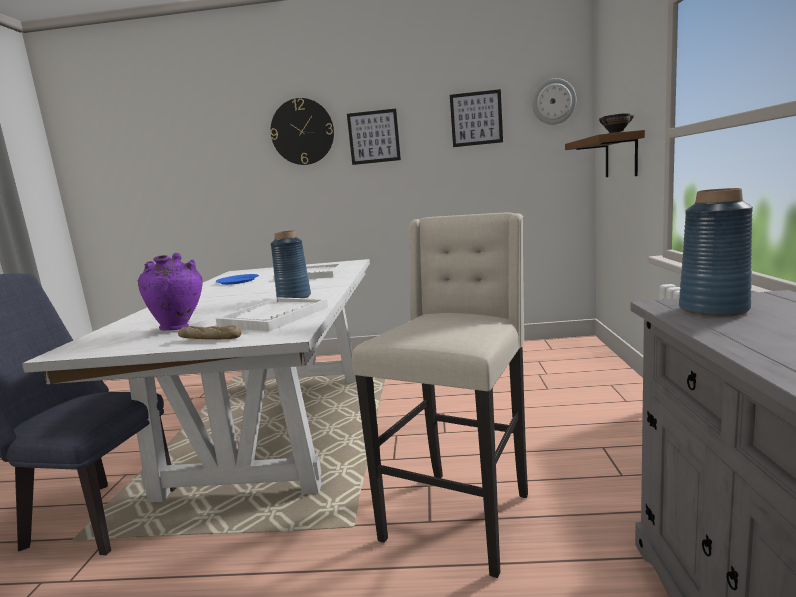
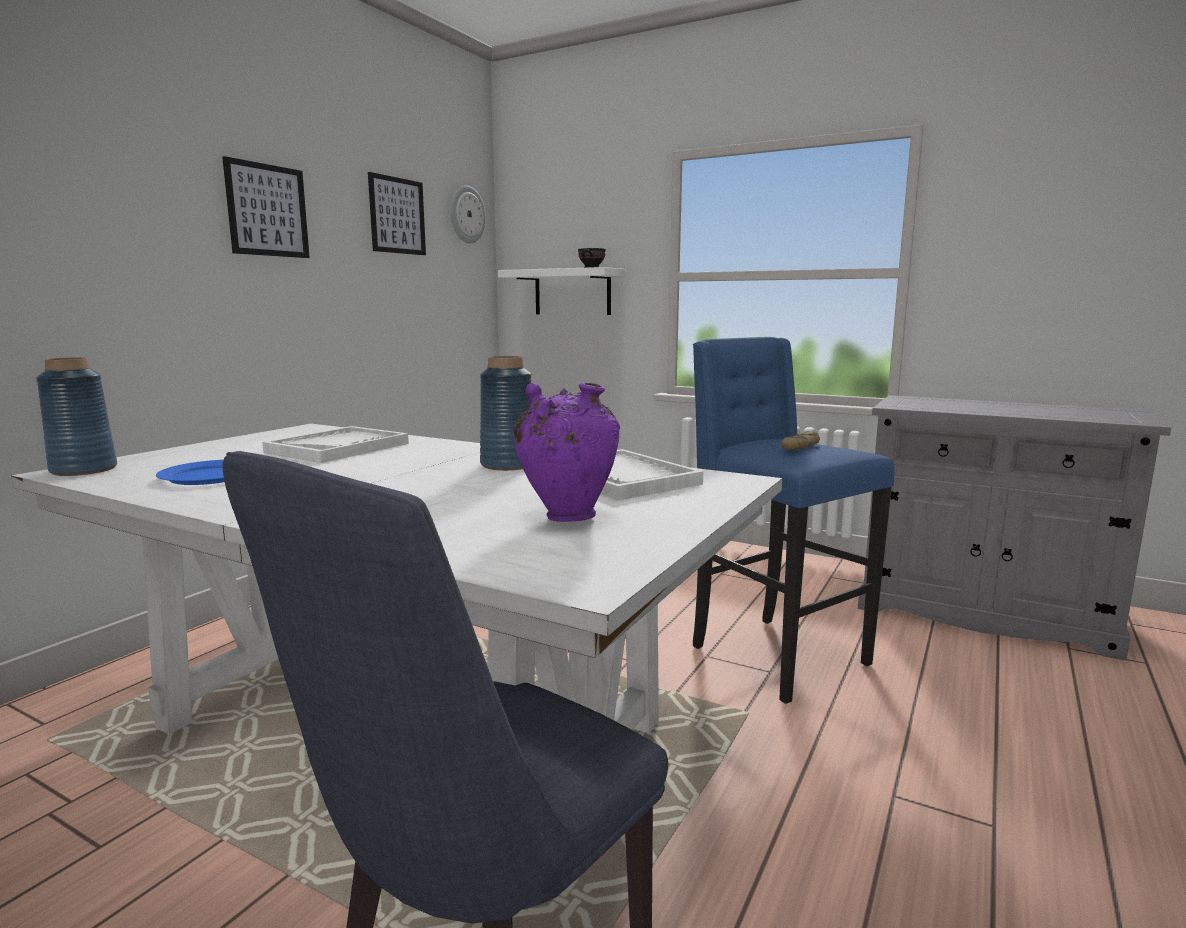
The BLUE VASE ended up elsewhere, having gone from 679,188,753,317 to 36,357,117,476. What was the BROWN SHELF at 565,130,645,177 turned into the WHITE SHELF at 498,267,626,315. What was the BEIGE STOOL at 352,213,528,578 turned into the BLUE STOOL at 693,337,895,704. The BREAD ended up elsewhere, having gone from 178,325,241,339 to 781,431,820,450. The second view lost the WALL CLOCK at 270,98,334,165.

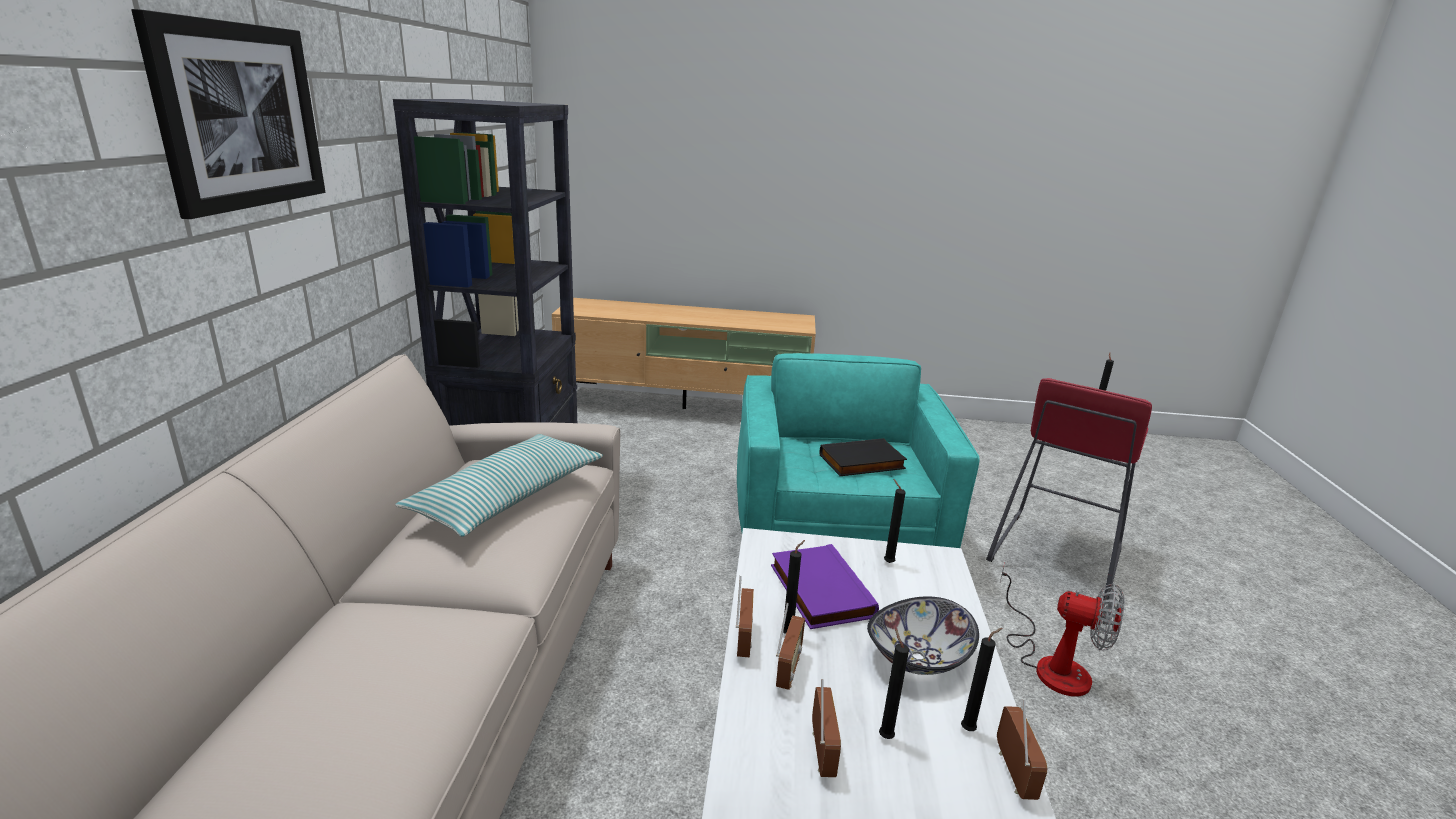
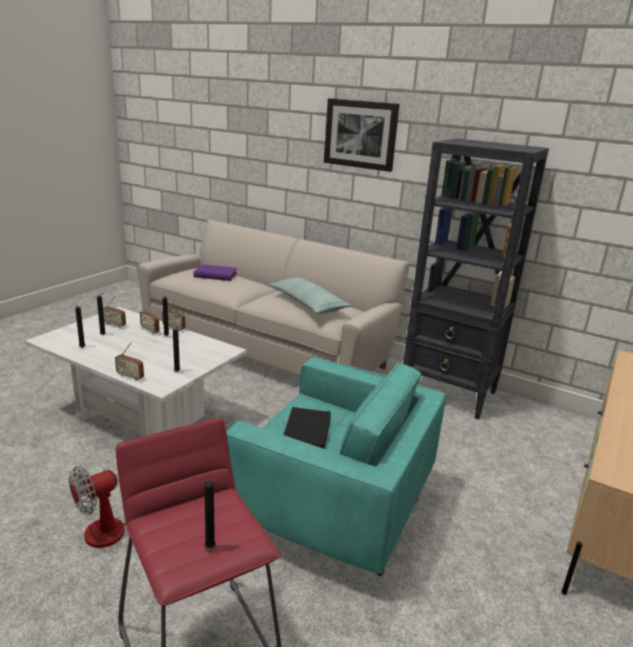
The RADIO ended up elsewhere, having gone from 997,700,1047,800 to 115,342,144,381. The PURPLE BOOK ended up elsewhere, having gone from 771,544,879,629 to 193,264,237,281. The second view lost the BOWL at 867,596,979,675.

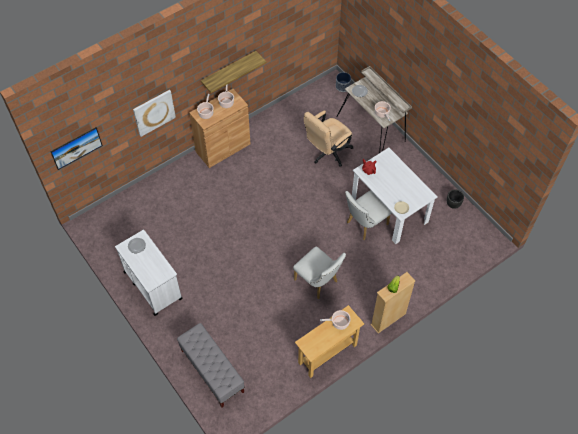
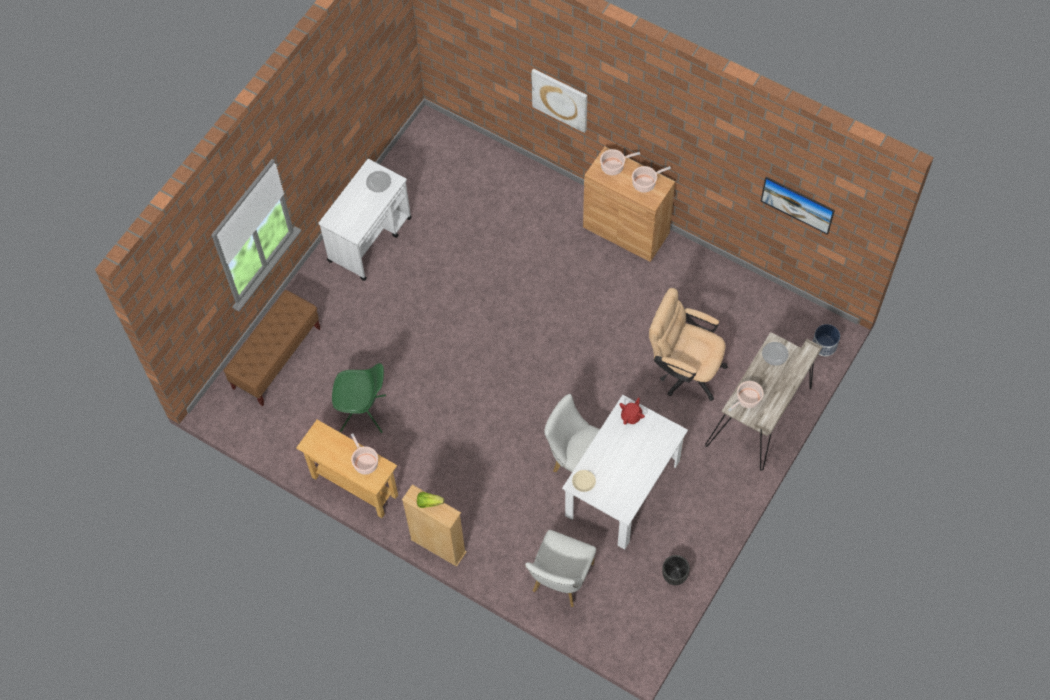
What was the GREY BENCH at 177,323,245,408 turned into the BROWN BENCH at 224,290,321,406. The second view gained the GREEN CHAIR at 332,363,386,433. The WHITE CHAIR ended up elsewhere, having gone from 293,246,346,299 to 525,530,596,607. The PICTURE ended up elsewhere, having gone from 51,127,103,170 to 761,177,835,235. The second view lost the SHELF at 201,51,266,93.

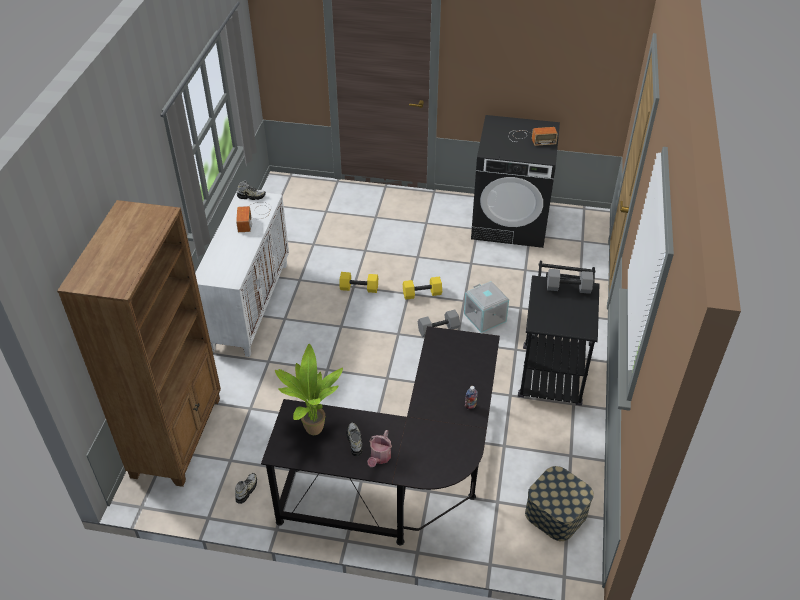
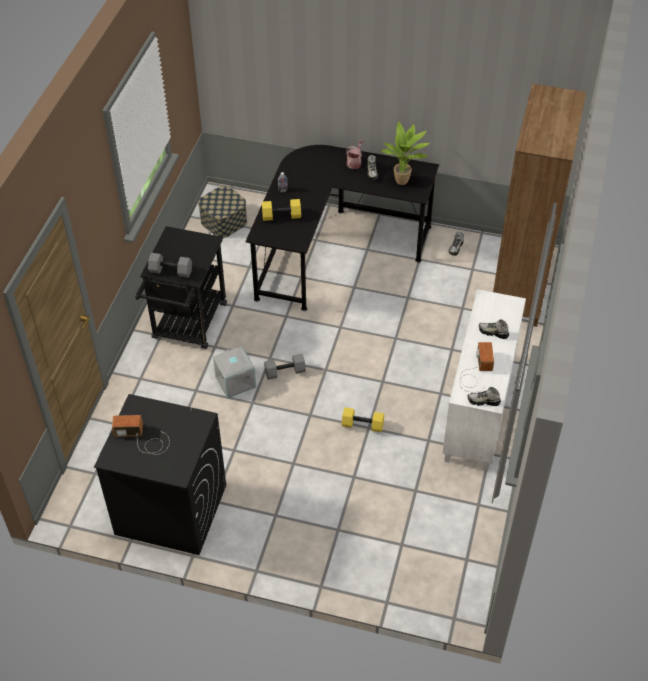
The YELLOW DUMBBELL ended up elsewhere, having gone from 403,276,442,300 to 262,199,301,221. The second view gained the SHOE at 479,319,509,339.

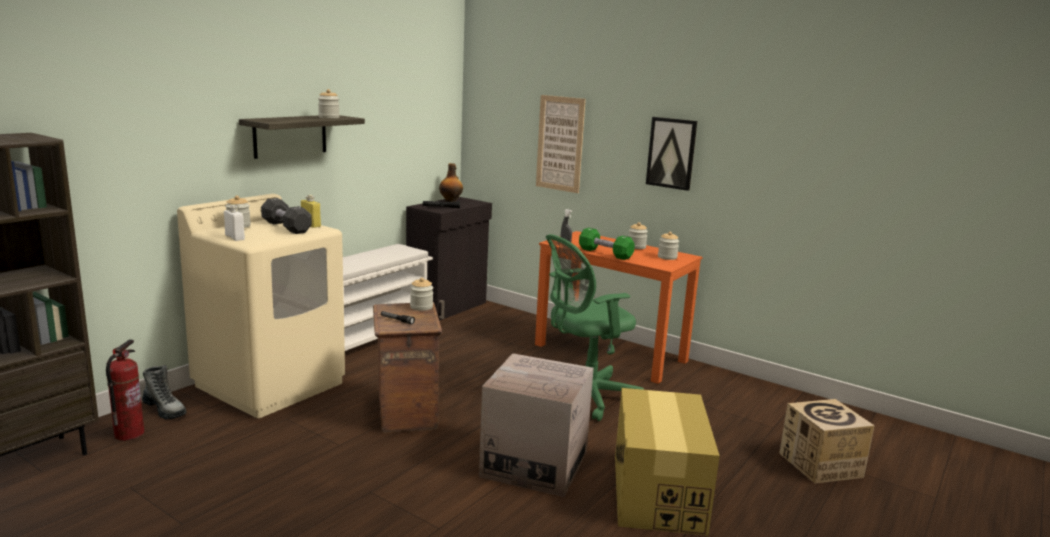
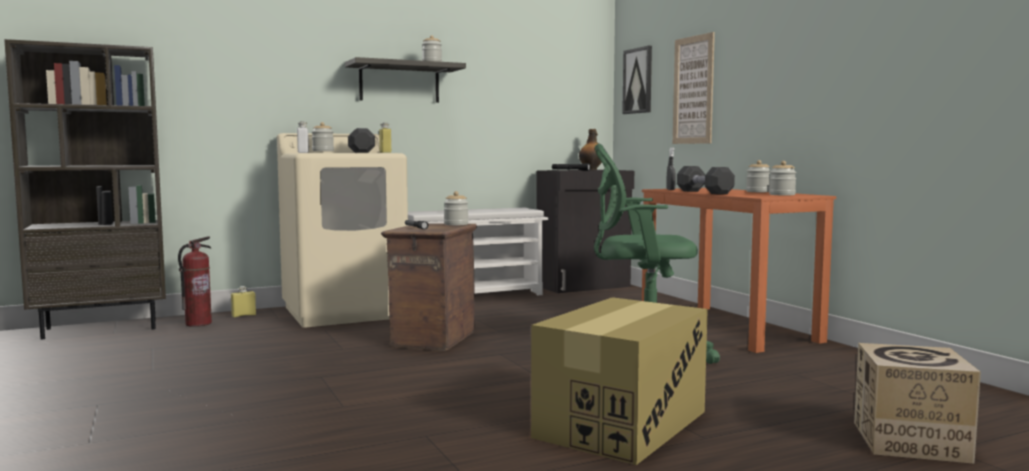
Where the BOOT stood at 142,365,187,419, the YELLOW BOTTLE came to stand at 231,286,256,318. The PICTURE ended up elsewhere, having gone from 646,117,697,191 to 622,46,652,114. What was the GREEN DUMBBELL at 579,228,635,260 turned into the BLACK DUMBBELL at 677,166,735,194. The second view lost the CARDBOARD BOX at 479,353,594,497.

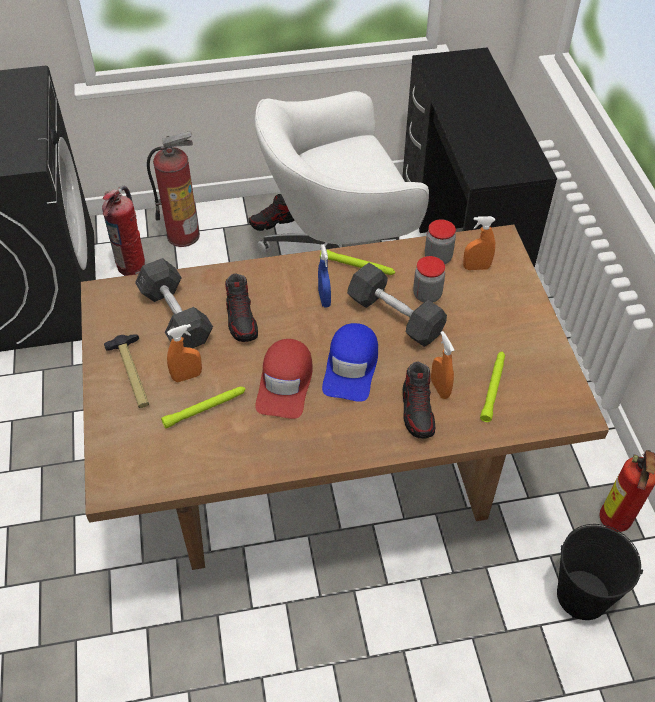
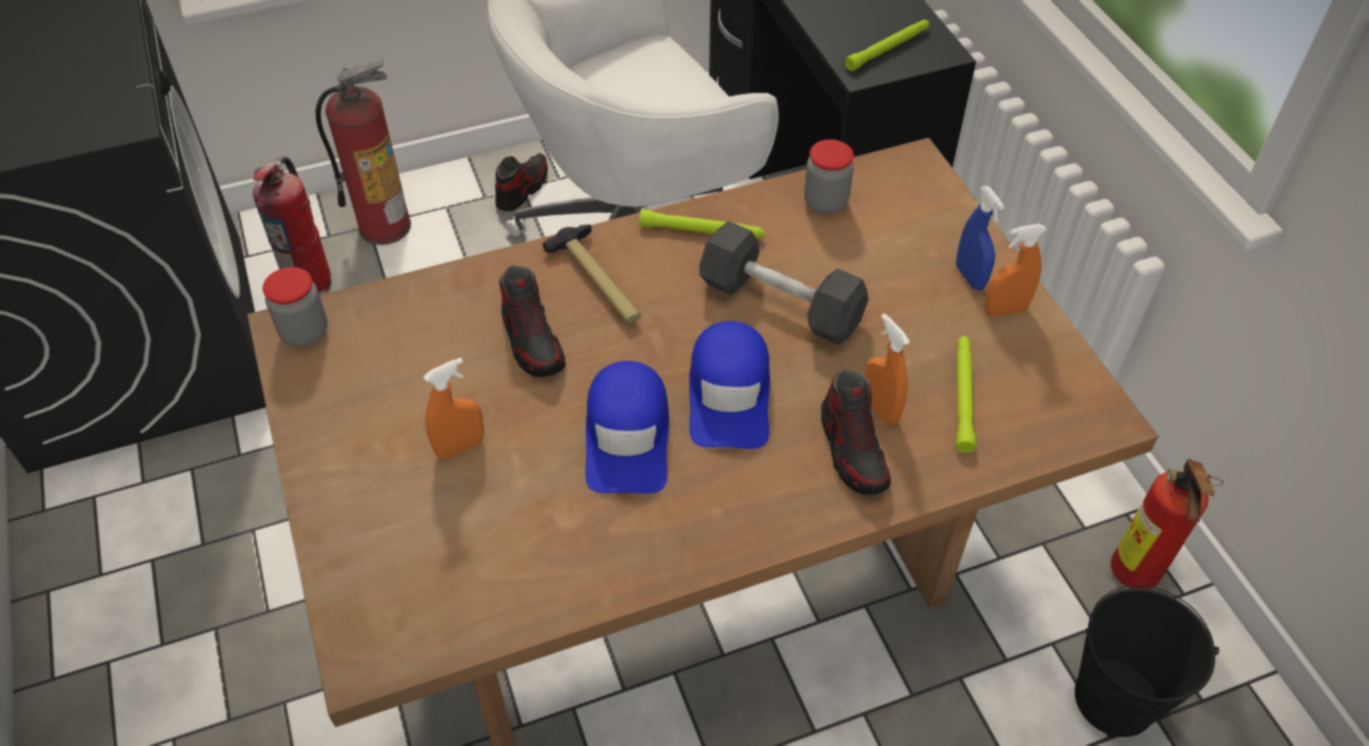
The JAR ended up elsewhere, having gone from 413,256,445,303 to 263,267,328,347. The SHOE at 248,194,294,231 ended up facing another way, 150 degrees clockwise from before. The HAMMER ended up elsewhere, having gone from 104,335,149,408 to 543,224,641,324. What was the RED CAP at 255,339,313,419 turned into the BLUE CAP at 585,361,669,494. The GREEN FLASHLIGHT ended up elsewhere, having gone from 161,387,245,428 to 845,20,929,71. The BLUE SPRAY BOTTLE ended up elsewhere, having gone from 318,244,331,308 to 956,186,1004,290. The ORANGE SPRAY BOTTLE ended up elsewhere, having gone from 463,216,495,270 to 984,224,1047,317. The second view lost the GREY DUMBBELL at 135,258,213,348.

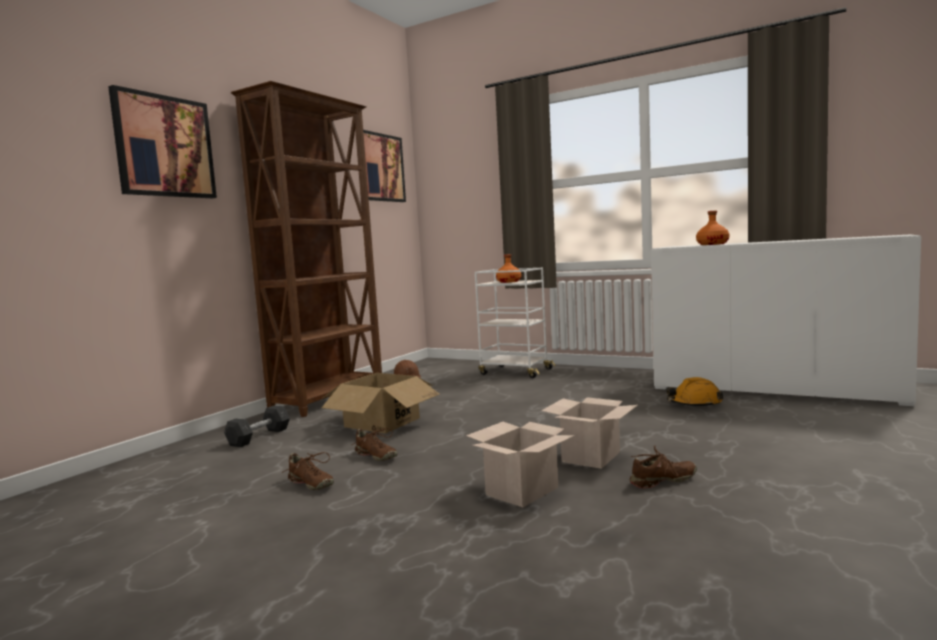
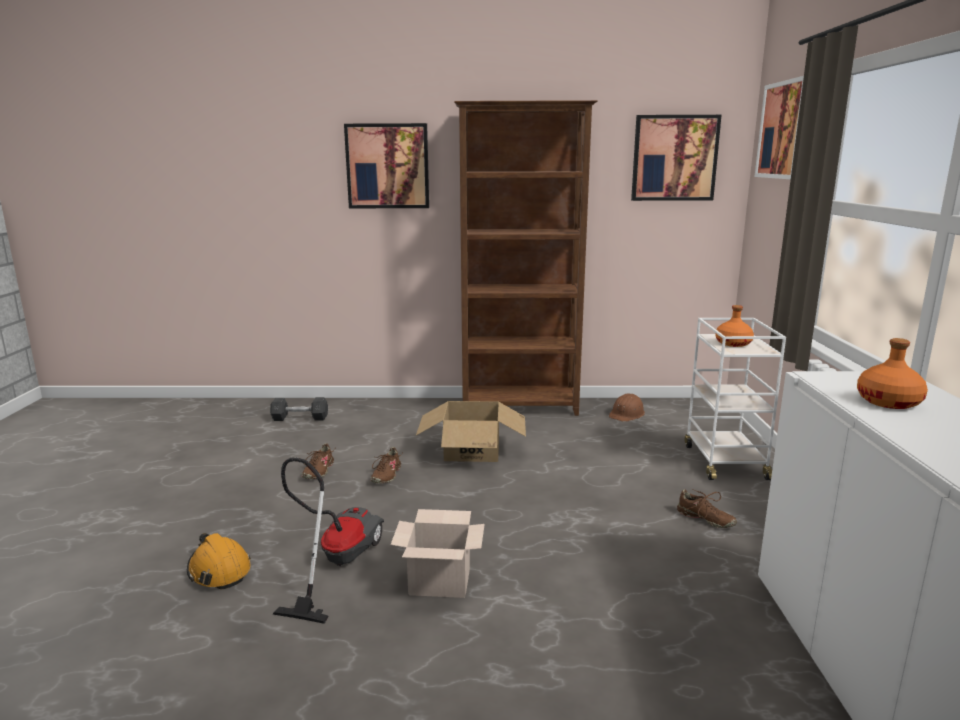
The ORANGE HARD HAT ended up elsewhere, having gone from 667,377,723,407 to 187,533,251,590. The GREY DUMBBELL ended up elsewhere, having gone from 224,405,290,447 to 270,397,328,421. Where the CARDBOARD BOX stood at 466,422,575,507, the VACUUM CLEANER came to stand at 273,457,384,624. The BROWN SHOE ended up elsewhere, having gone from 630,445,697,488 to 677,489,737,528. The second view gained the PICTURE at 755,76,804,179.

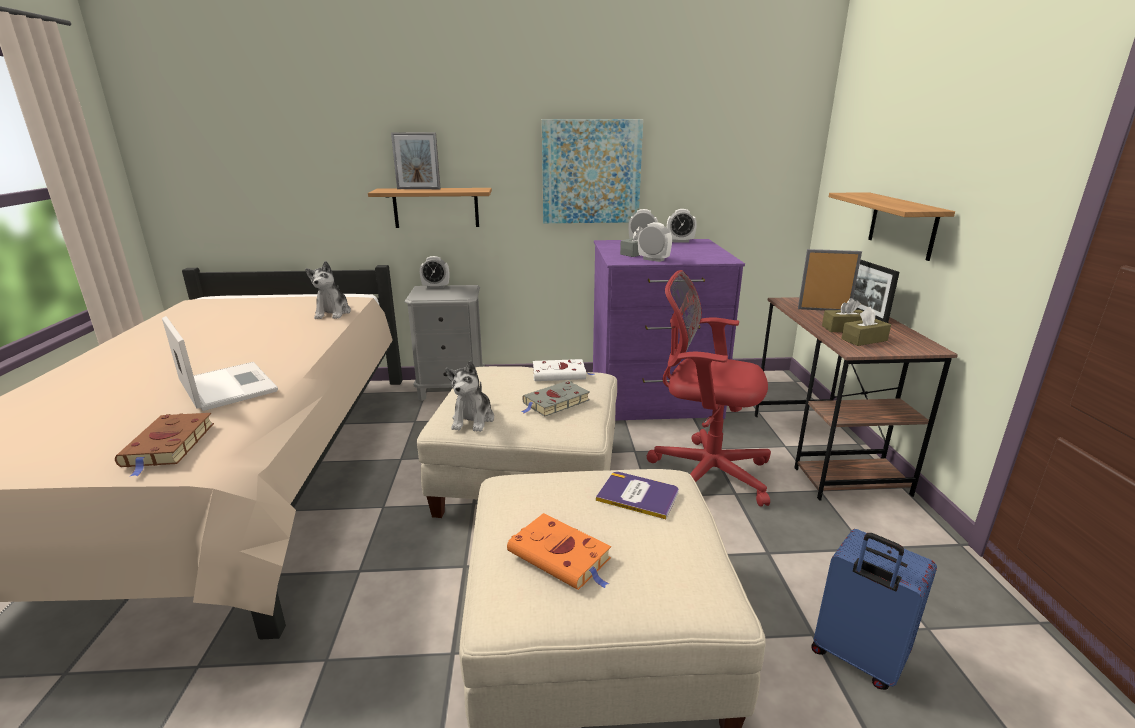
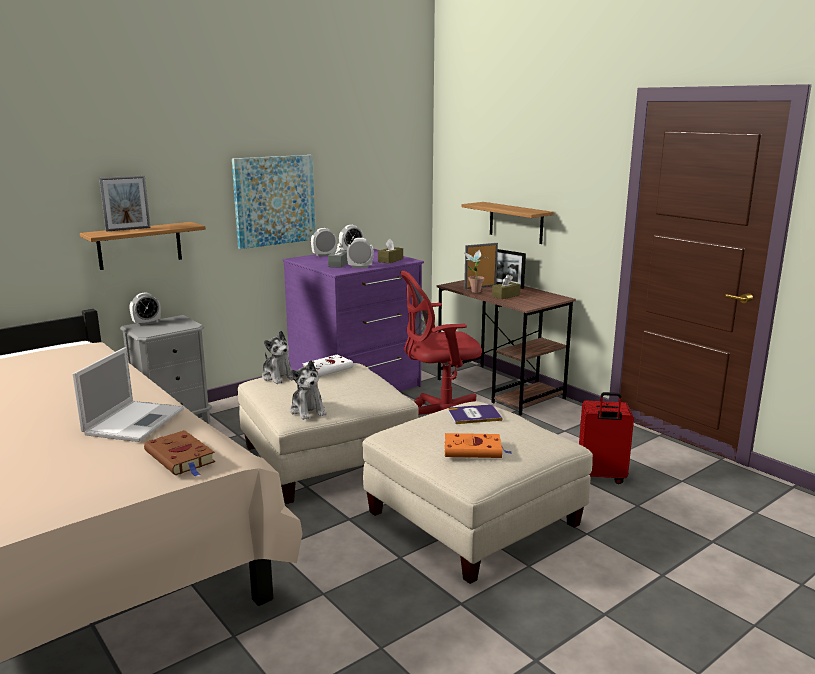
The LAPTOP at 162,316,278,411 ended up facing another way, 90 degrees clockwise from before. The PLUSH TOY ended up elsewhere, having gone from 305,261,351,319 to 262,331,294,384. The BROWN TISSUE BOX ended up elsewhere, having gone from 841,307,891,346 to 378,239,403,264. The second view gained the POTTED PLANT at 464,250,487,293. What was the BLUE SUITCASE at 811,529,937,690 turned into the RED SUITCASE at 579,392,634,484. The second view lost the GREY BOOK at 521,381,590,416.

